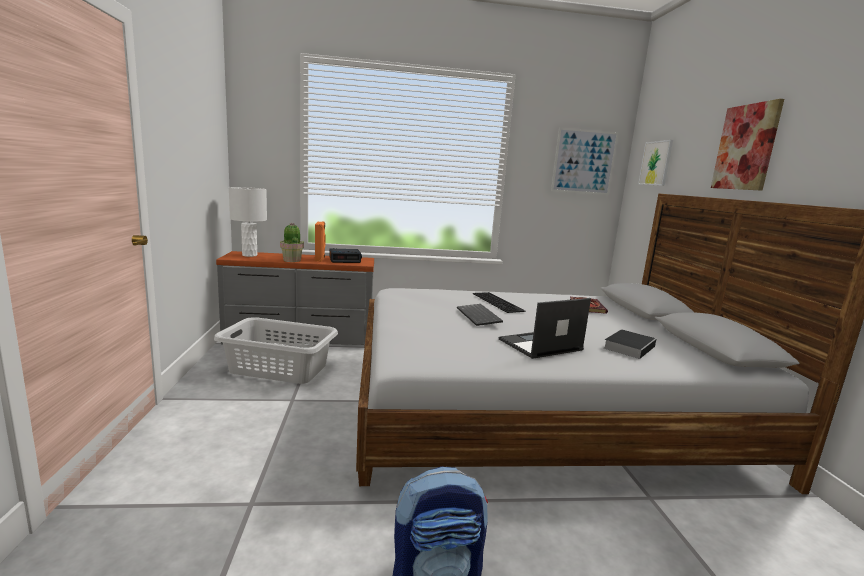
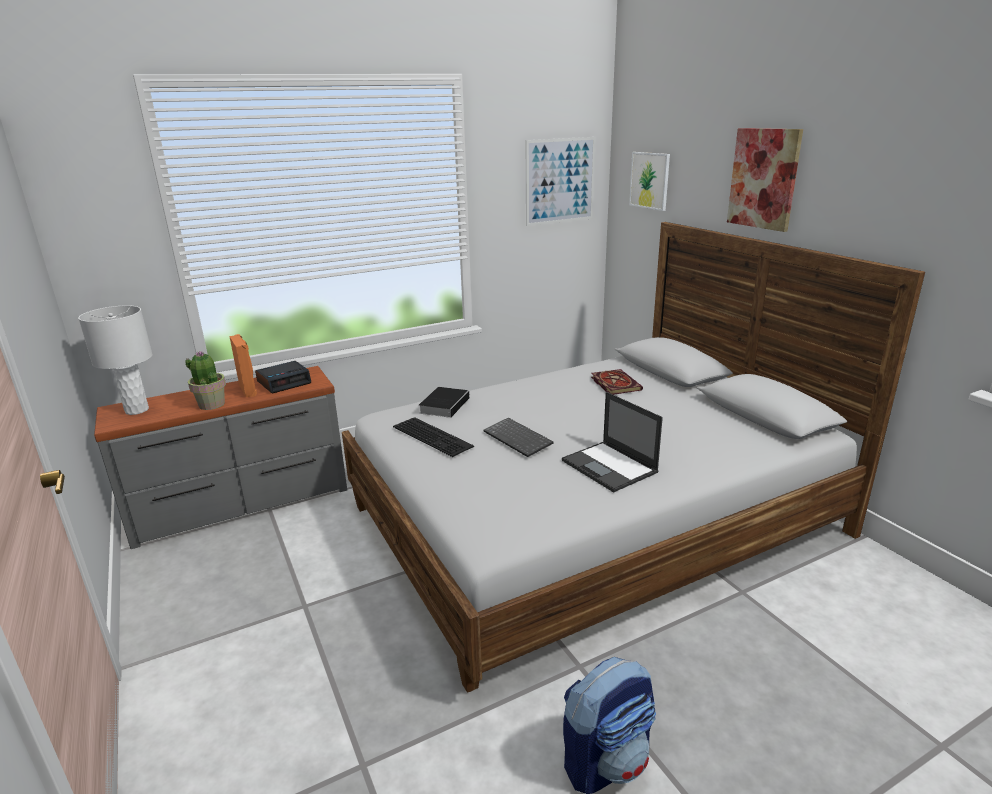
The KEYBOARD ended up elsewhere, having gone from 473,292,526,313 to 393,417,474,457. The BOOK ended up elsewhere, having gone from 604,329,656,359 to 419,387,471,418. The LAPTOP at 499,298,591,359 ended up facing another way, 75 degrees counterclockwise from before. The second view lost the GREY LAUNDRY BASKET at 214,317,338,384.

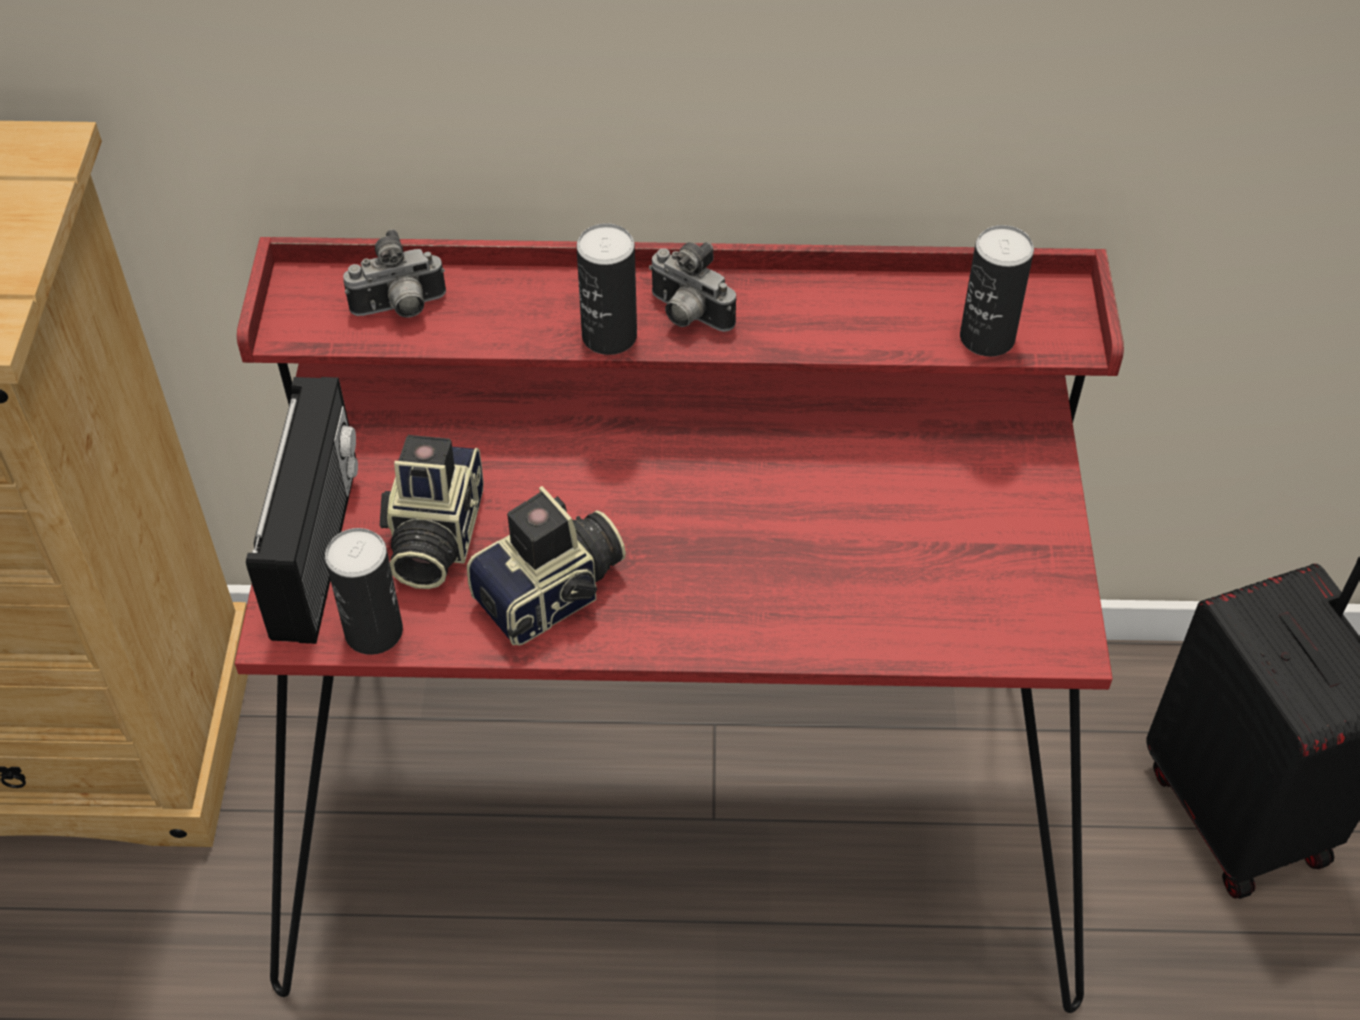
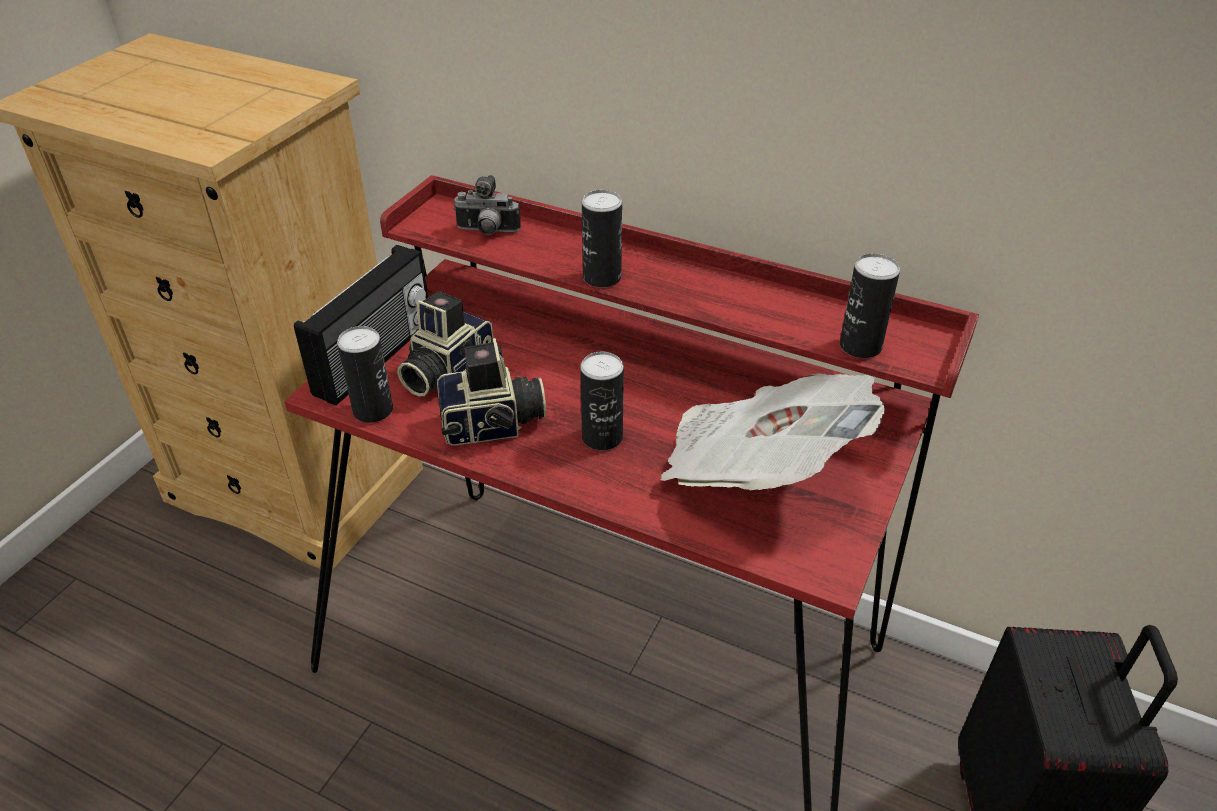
The second view gained the CAN at 580,352,624,450. The second view gained the NEWSPAPER at 660,374,885,490. The second view lost the PHOTO CAMERA at 649,242,736,332.

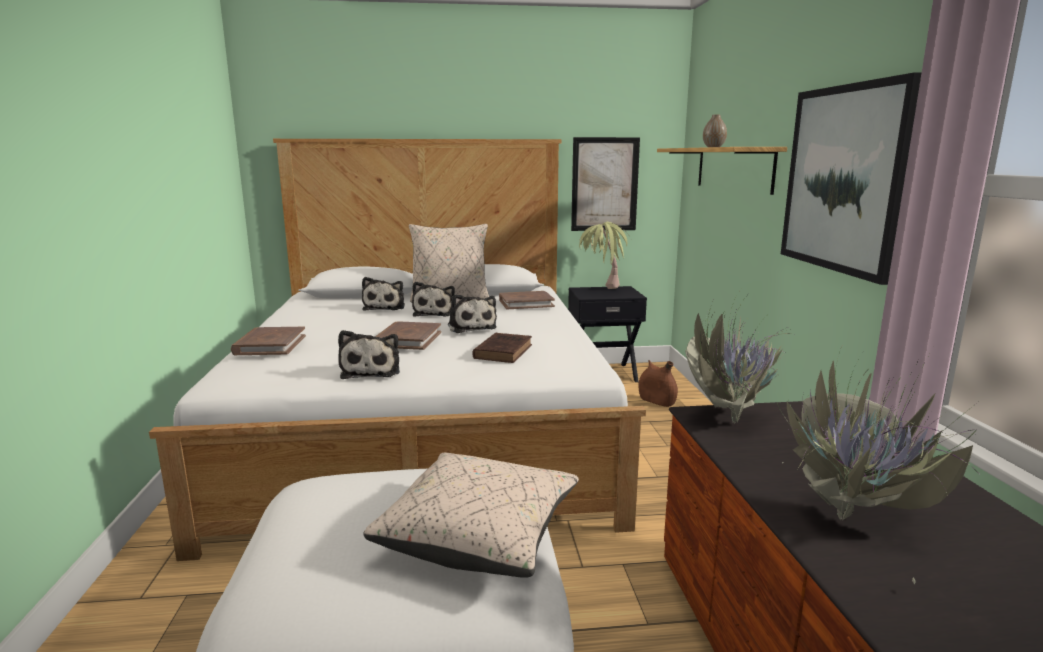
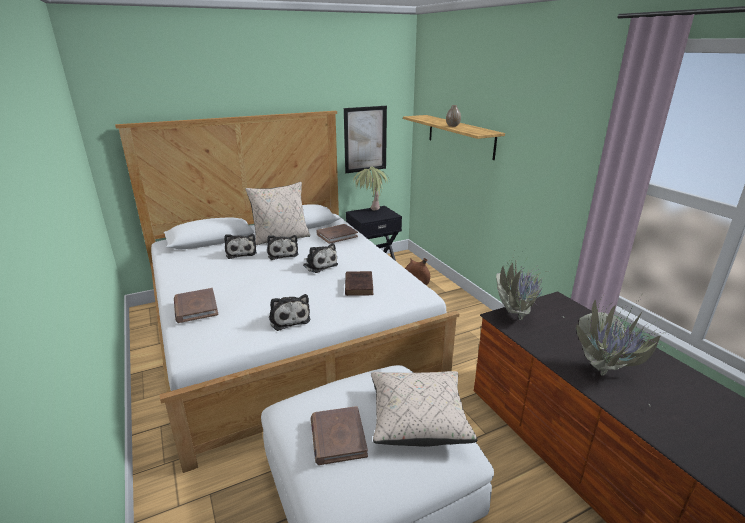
The BROWN BOOK ended up elsewhere, having gone from 375,321,441,350 to 311,406,368,465. The second view lost the PICTURE at 781,72,921,285.

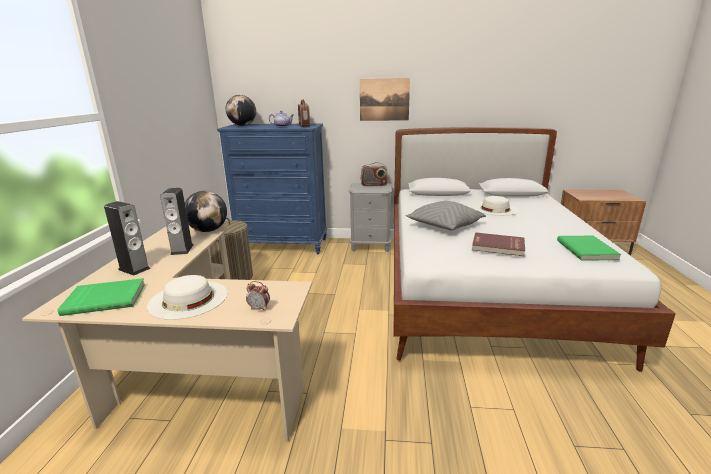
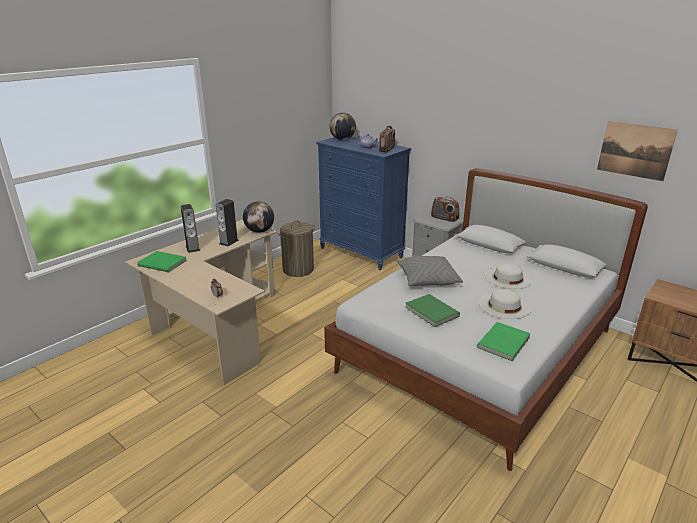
What was the RED BOOK at 472,232,525,256 turned into the GREEN BOOK at 405,294,460,327. The WHITE HAT ended up elsewhere, having gone from 147,275,228,320 to 479,289,531,319. The PICTURE ended up elsewhere, having gone from 360,78,410,121 to 597,121,678,181.

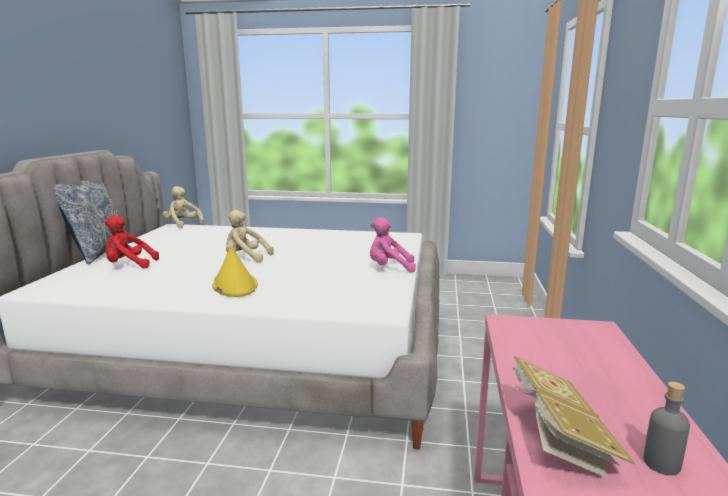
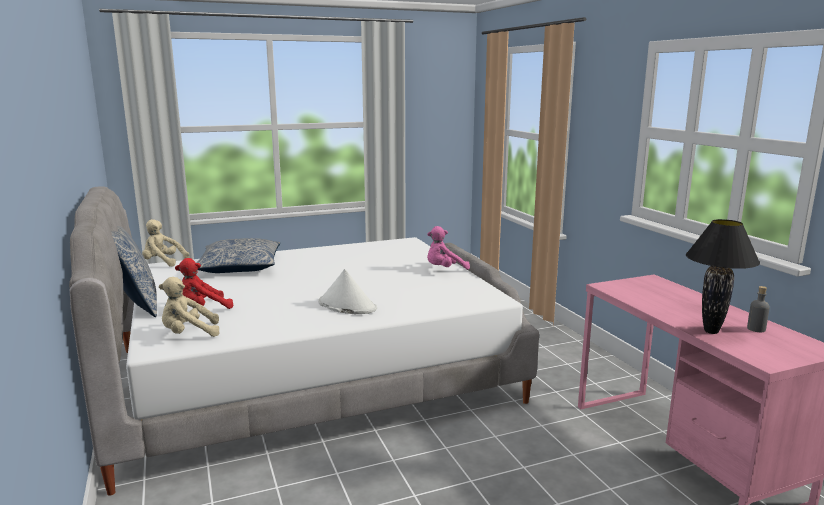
The BEIGE PLUSH TOY ended up elsewhere, having gone from 226,210,274,263 to 159,277,220,337. The second view gained the PILLOW at 197,238,280,273. What was the YELLOW HAT at 212,246,258,297 turned into the WHITE HAT at 318,269,377,314. Where the BOOK stood at 510,356,635,478, the BLACK TABLE LAMP came to stand at 686,219,760,334.

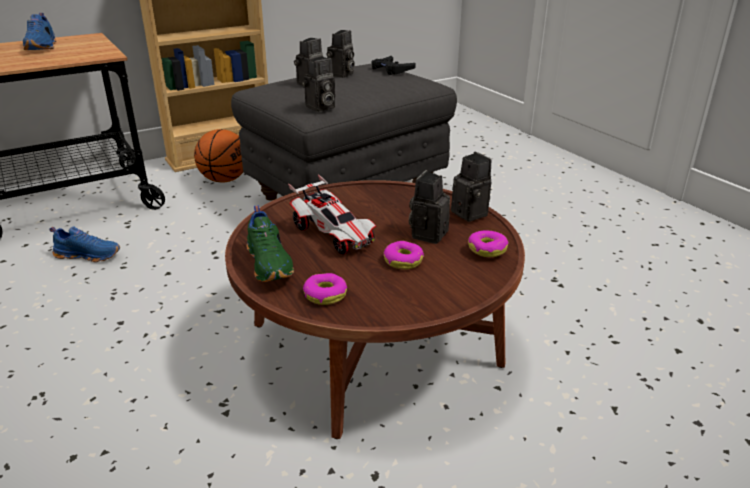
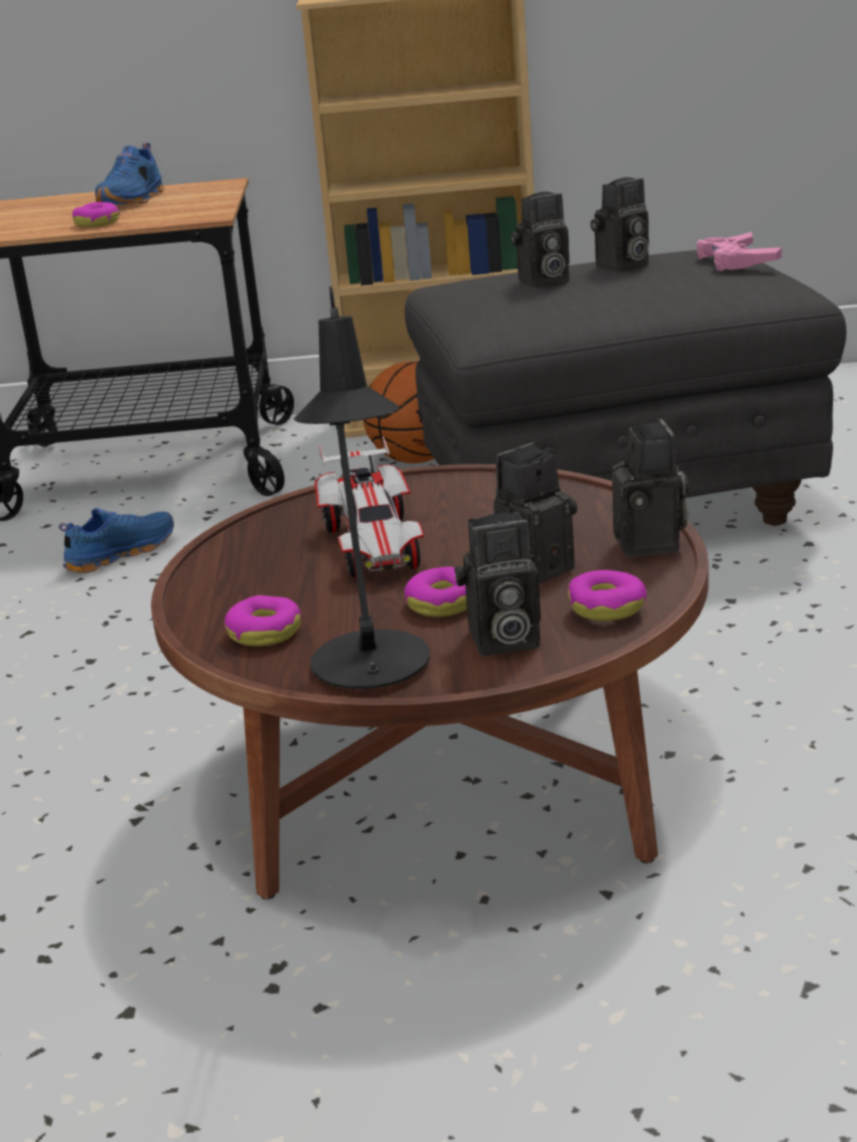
The BLUE SHOE at 49,226,120,262 ended up facing another way, 75 degrees counterclockwise from before. The second view gained the DONUT at 72,202,120,227. The second view gained the BLACK TABLE LAMP at 294,286,430,689. The PHOTO CAMERA ended up elsewhere, having gone from 302,57,335,112 to 454,512,541,656. What was the BLACK GAME CONTROLLER at 371,56,416,75 turned into the PINK GAME CONTROLLER at 697,232,782,271. The second view lost the GREEN SHOE at 246,205,294,282.

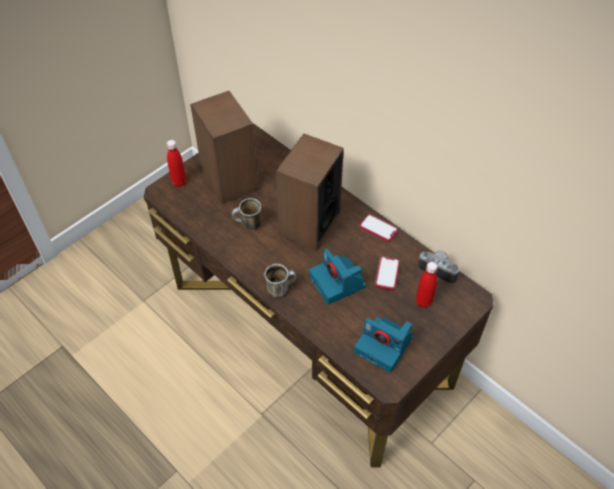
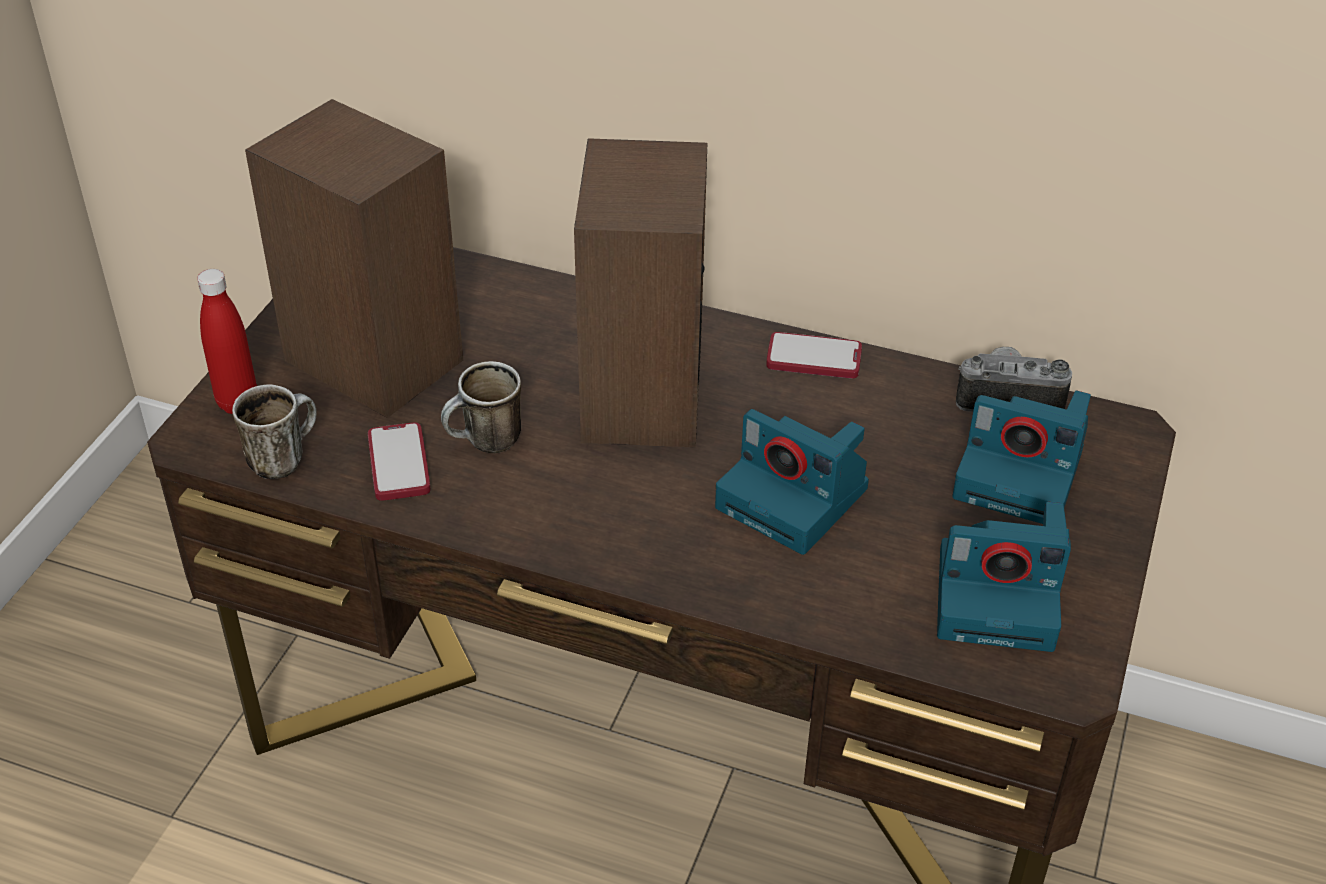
The MUG ended up elsewhere, having gone from 264,264,296,298 to 232,384,317,479. The PHONE ended up elsewhere, having gone from 375,257,400,290 to 368,422,431,501. Where the RED BOTTLE stood at 416,262,438,308, the PHOTO CAMERA came to stand at 952,391,1091,524.

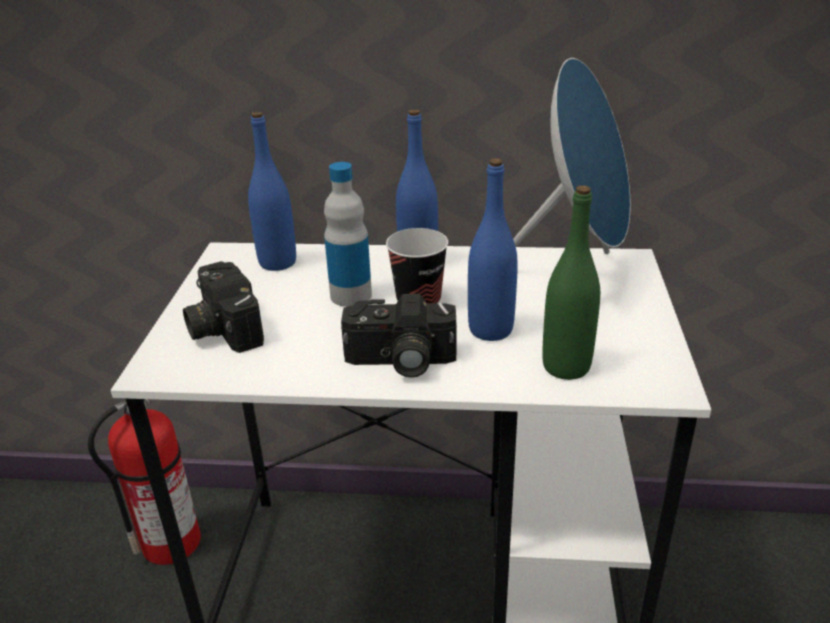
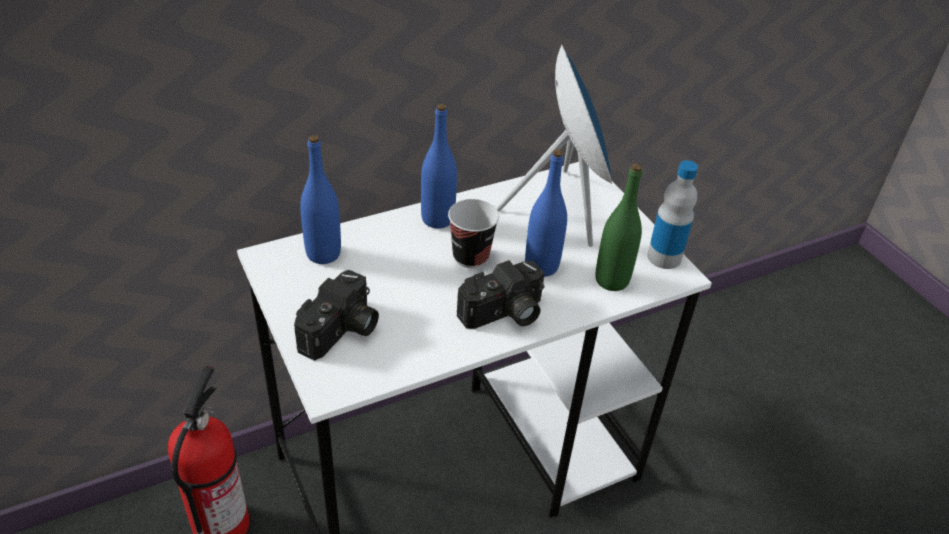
The PHOTO CAMERA at 183,261,264,353 ended up facing another way, 90 degrees counterclockwise from before. The BOTTLE ended up elsewhere, having gone from 324,162,372,307 to 647,160,698,269.

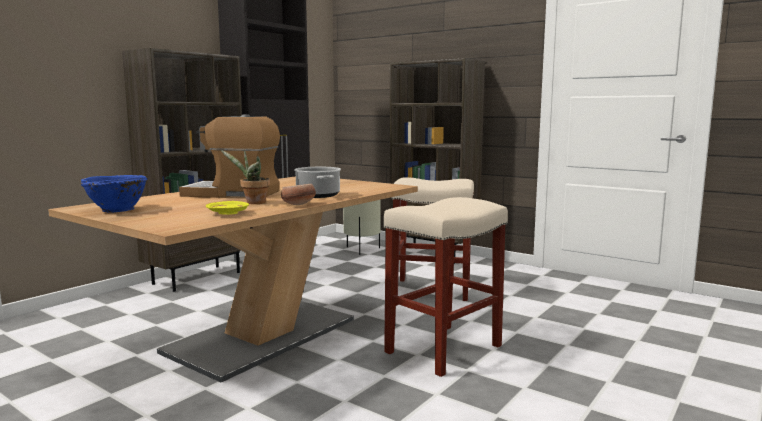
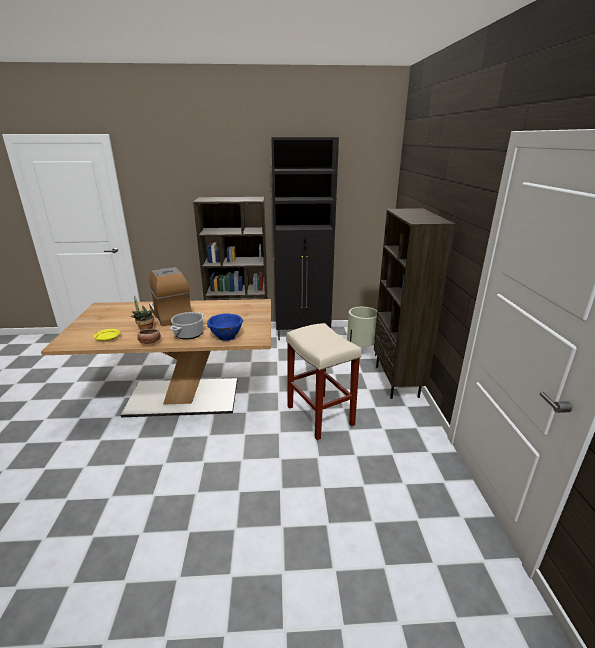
The BLUE BOWL ended up elsewhere, having gone from 81,175,147,213 to 207,314,243,341. The second view lost the BEIGE STOOL at 383,197,508,377.

